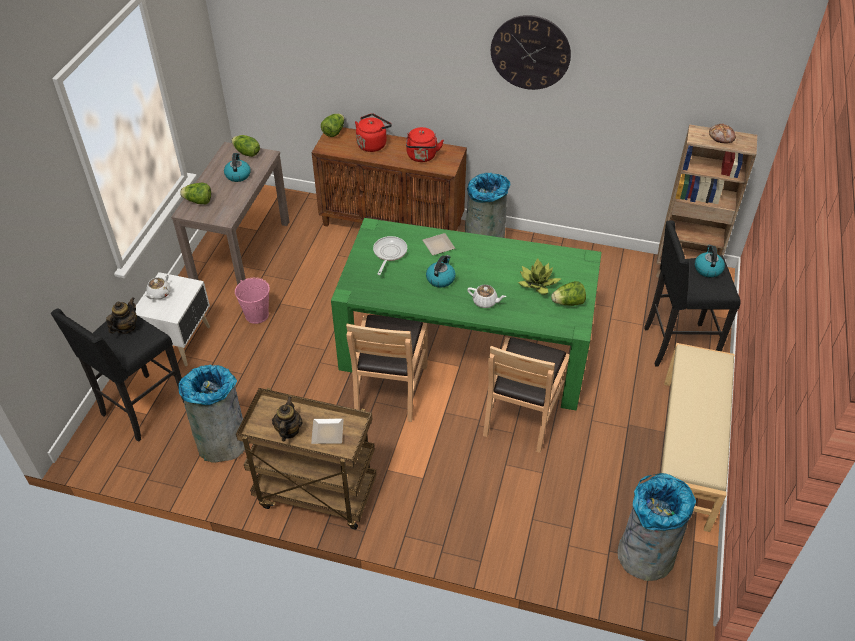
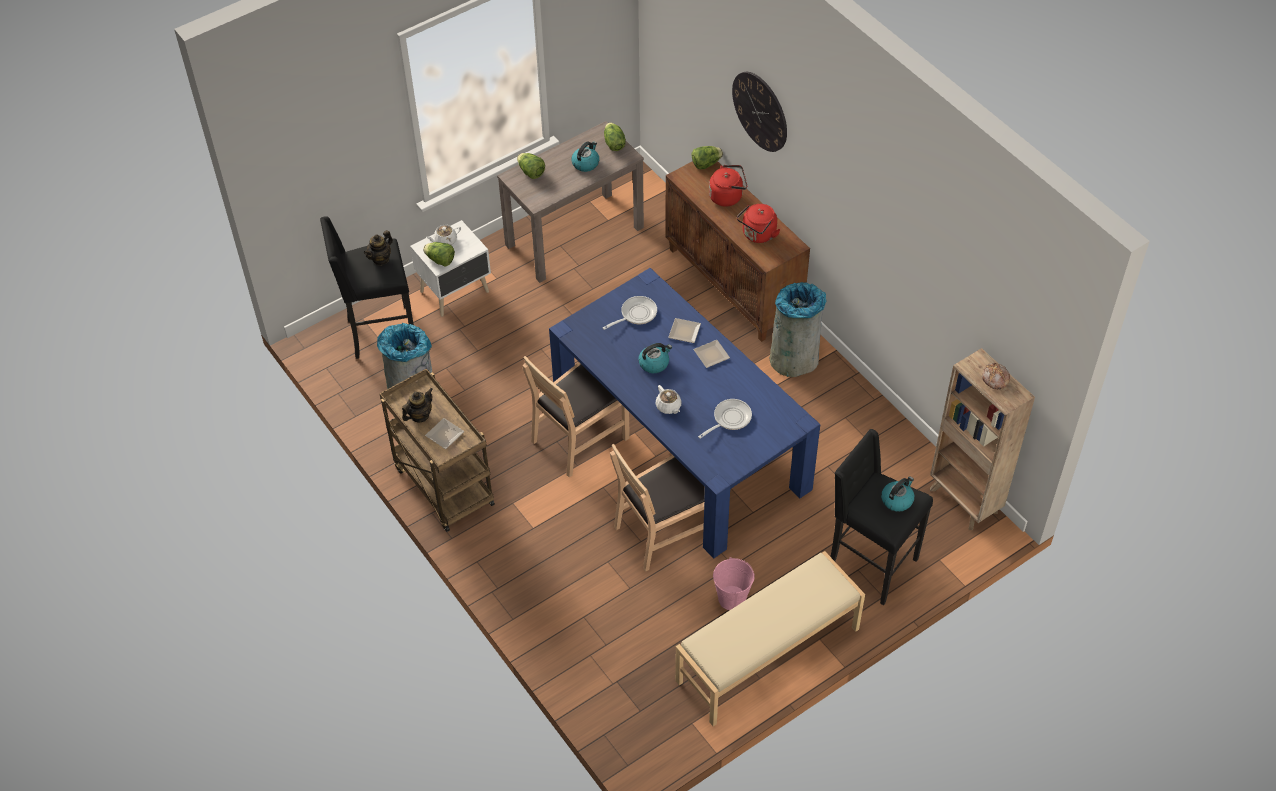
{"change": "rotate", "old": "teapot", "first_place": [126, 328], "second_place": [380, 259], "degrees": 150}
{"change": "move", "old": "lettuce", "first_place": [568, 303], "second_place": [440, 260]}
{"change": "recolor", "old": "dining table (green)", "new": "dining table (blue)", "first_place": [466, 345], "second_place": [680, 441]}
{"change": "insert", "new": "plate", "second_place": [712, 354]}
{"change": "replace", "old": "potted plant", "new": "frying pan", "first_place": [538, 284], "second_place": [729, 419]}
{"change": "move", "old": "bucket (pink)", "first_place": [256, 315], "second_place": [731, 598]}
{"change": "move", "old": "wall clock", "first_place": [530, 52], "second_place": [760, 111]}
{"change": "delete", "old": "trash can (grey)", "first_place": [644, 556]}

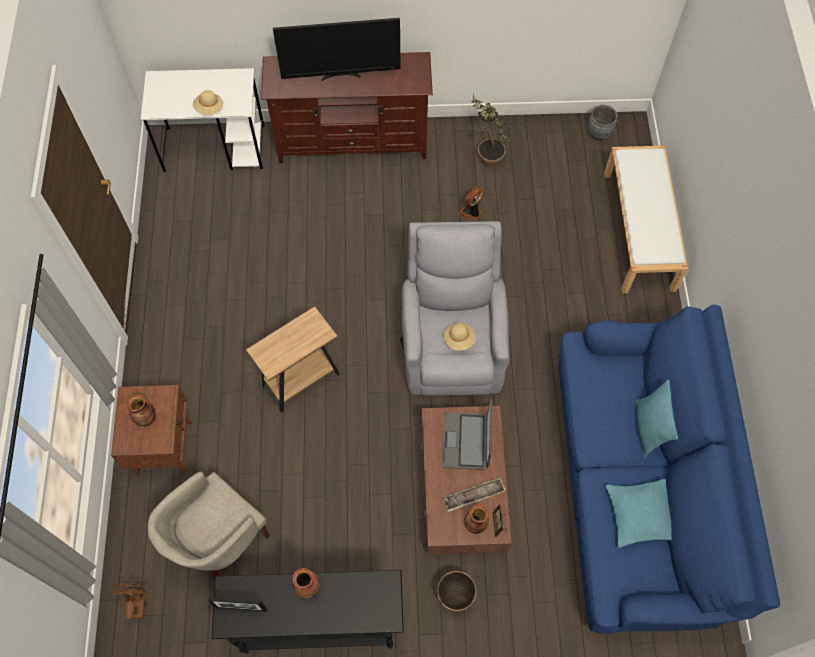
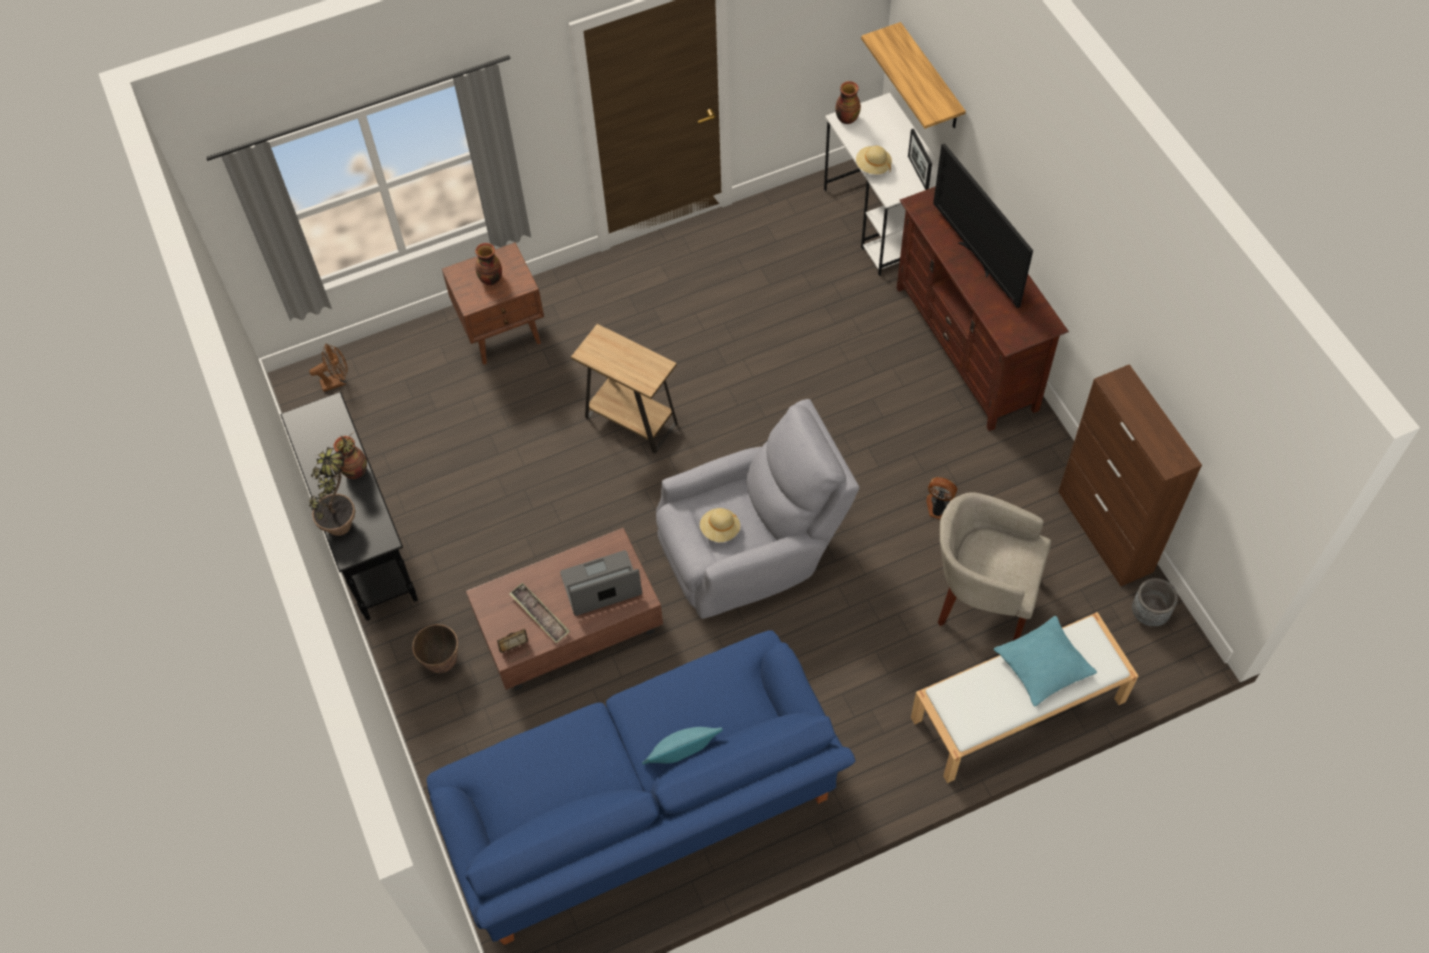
{"change": "move", "old": "potted plant", "first_place": [486, 156], "second_place": [345, 518]}
{"change": "move", "old": "vase", "first_place": [475, 524], "second_place": [846, 118]}
{"change": "insert", "new": "shelf", "second_place": [931, 78]}
{"change": "move", "old": "picture frame", "first_place": [241, 608], "second_place": [918, 173]}
{"change": "move", "old": "armchair (beige)", "first_place": [219, 542], "second_place": [982, 596]}
{"change": "move", "old": "pillow (turquoise)", "first_place": [639, 515], "second_place": [1043, 665]}
{"change": "insert", "new": "cabinet (brown)", "second_place": [1105, 532]}

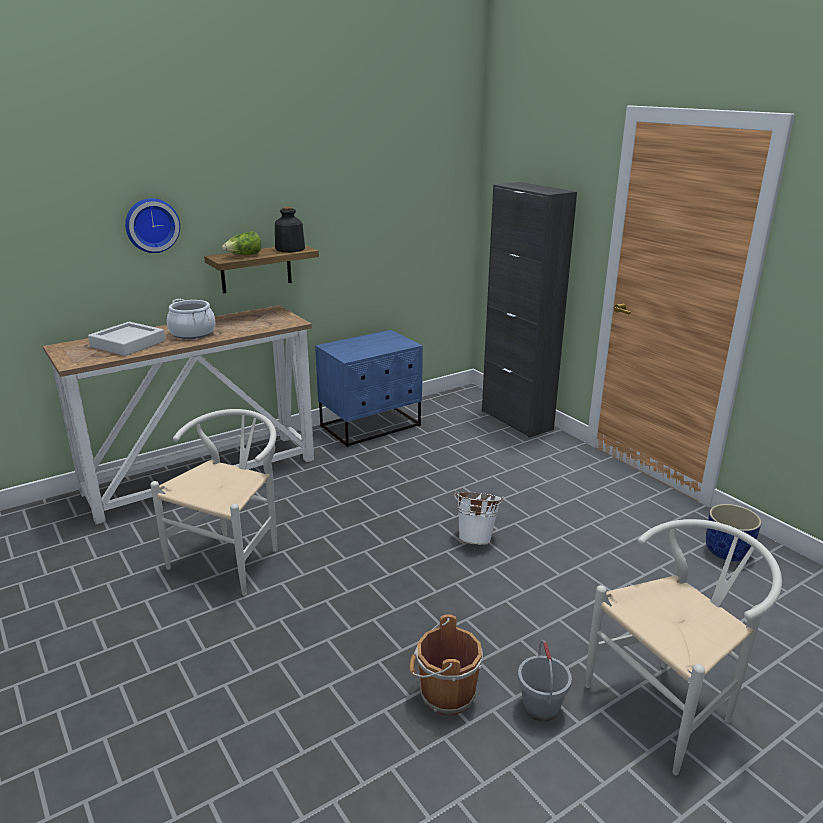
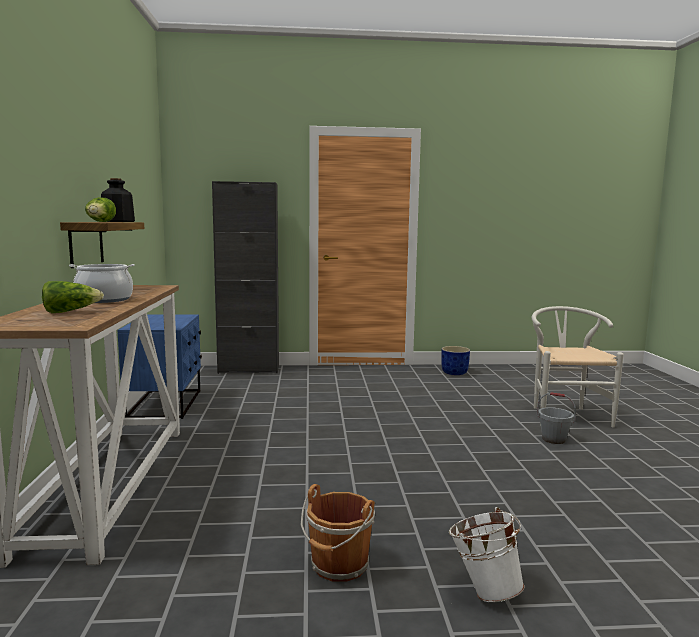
{"change": "replace", "old": "tray (grey)", "new": "lettuce", "first_place": [128, 344], "second_place": [70, 311]}
{"change": "move", "old": "bucket (brown)", "first_place": [444, 694], "second_place": [338, 566]}
{"change": "move", "old": "bucket (white)", "first_place": [476, 538], "second_place": [483, 590]}
{"change": "delete", "old": "wall clock", "first_place": [151, 225]}
{"change": "delete", "old": "chair (white)", "first_place": [233, 557]}

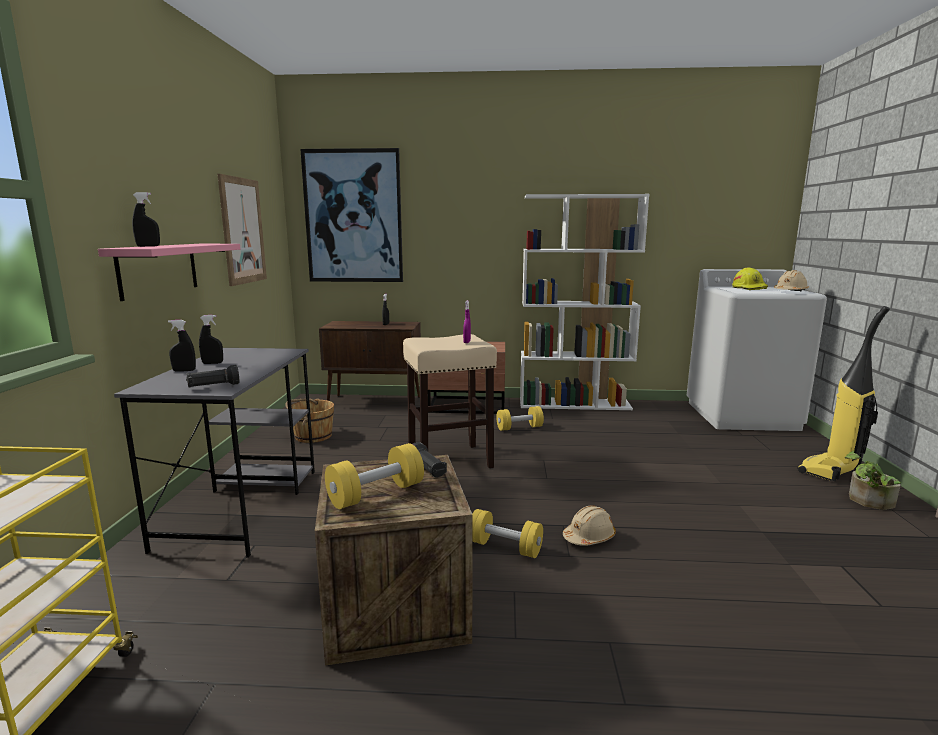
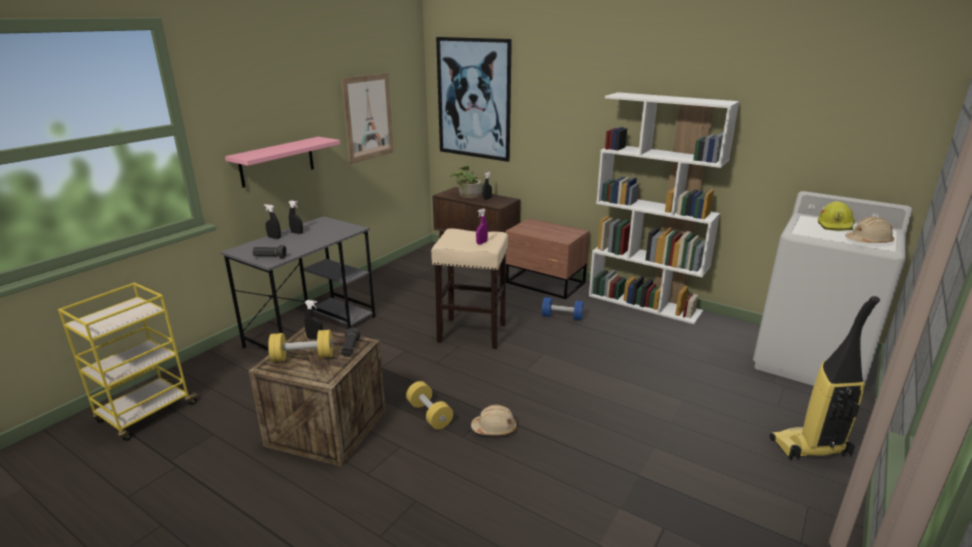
{"change": "move", "old": "spray bottle (black)", "first_place": [148, 246], "second_place": [315, 338]}
{"change": "move", "old": "potted plant", "first_place": [867, 501], "second_place": [466, 194]}
{"change": "recolor", "old": "dumbbell (yellow)", "new": "dumbbell (blue)", "first_place": [519, 428], "second_place": [562, 316]}
{"change": "delete", "old": "bucket (brown)", "first_place": [312, 436]}

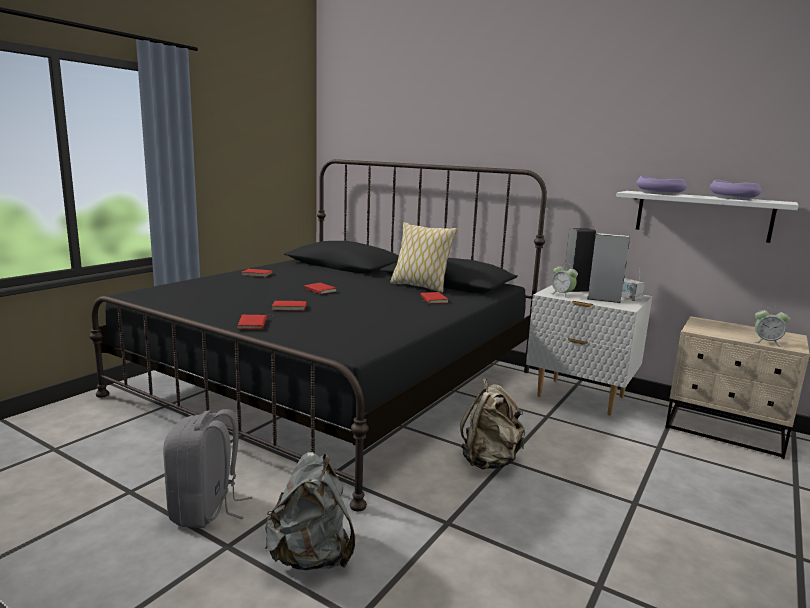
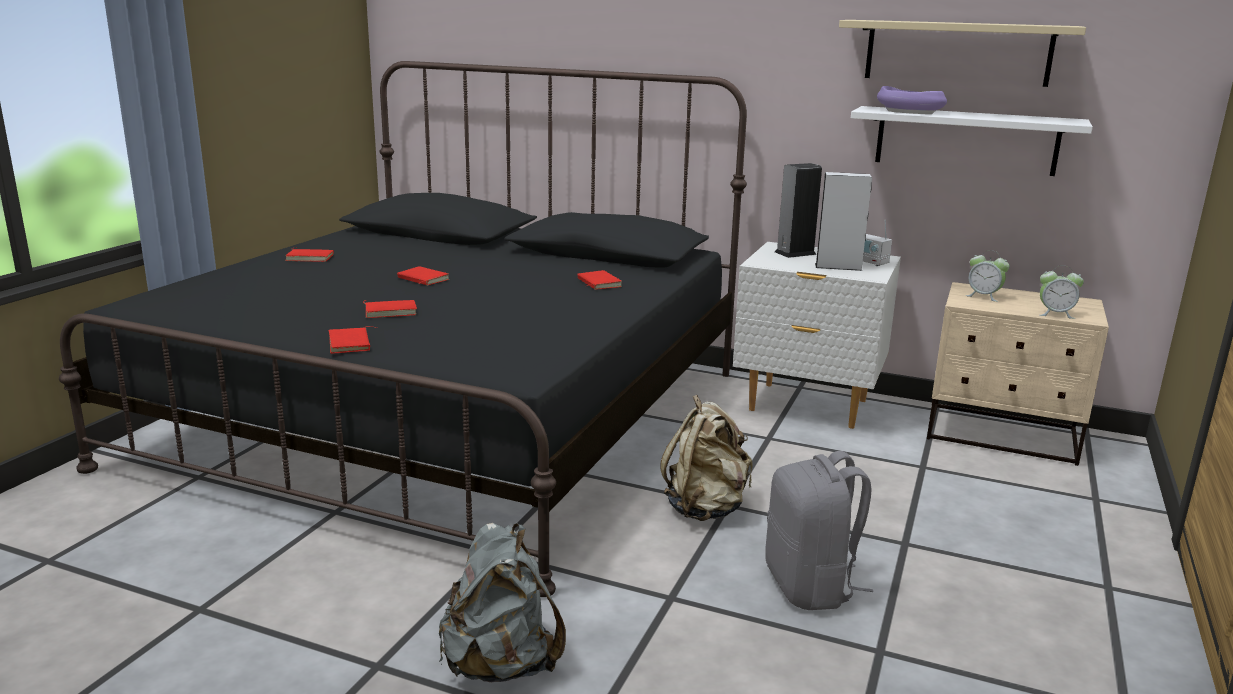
{"change": "move", "old": "backpack (grey)", "first_place": [206, 509], "second_place": [810, 587]}
{"change": "insert", "new": "shelf (beige)", "second_place": [957, 52]}
{"change": "move", "old": "alarm clock", "first_place": [562, 294], "second_place": [983, 296]}
{"change": "delete", "old": "pillow", "first_place": [420, 286]}
{"change": "delete", "old": "bowl (purple)", "first_place": [732, 198]}

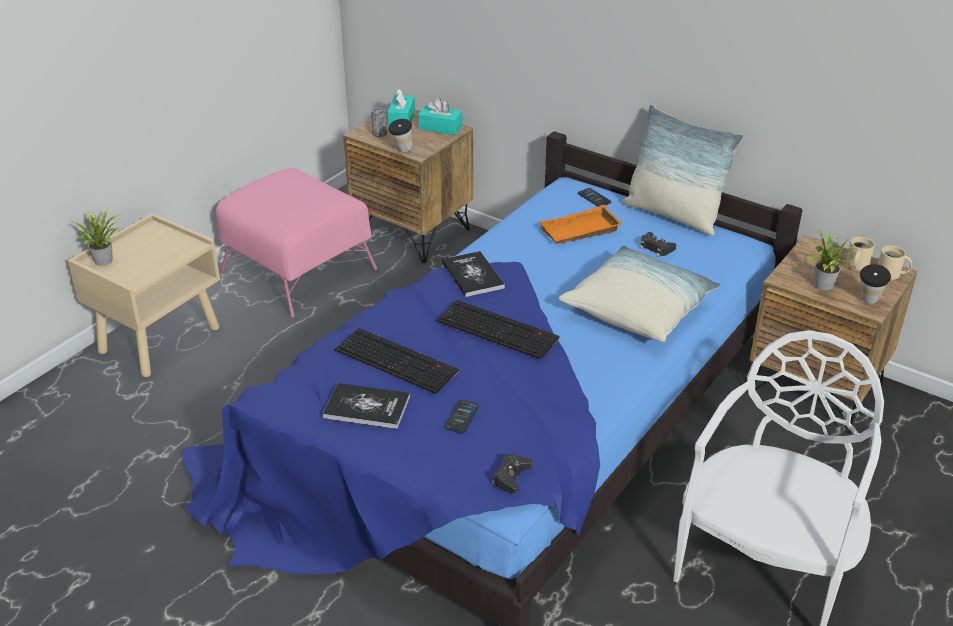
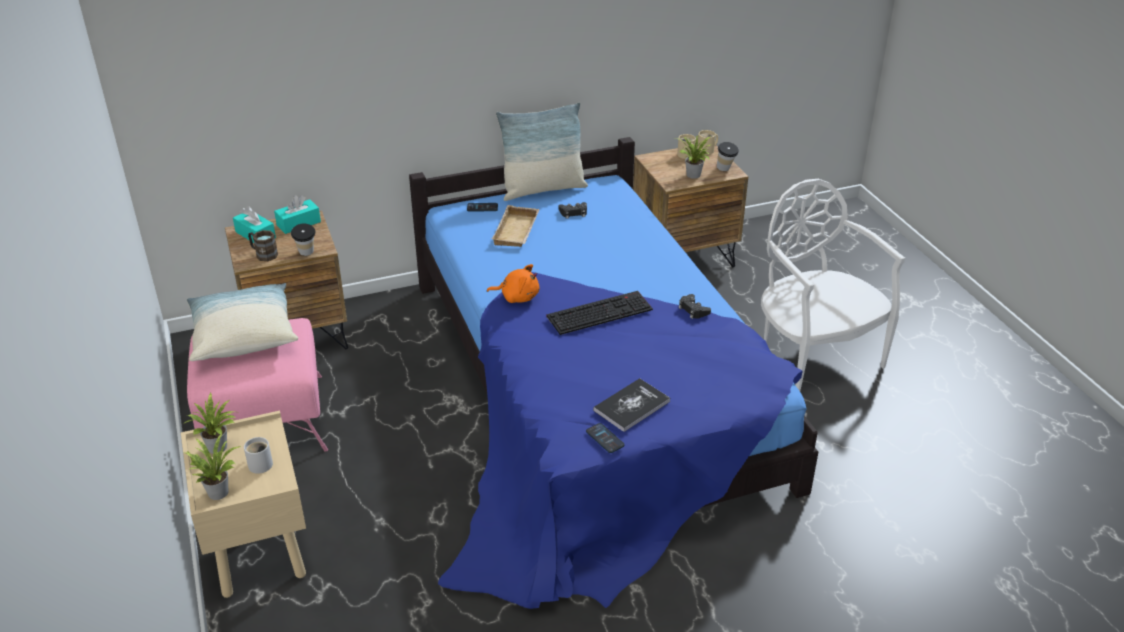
{"change": "insert", "new": "potted plant", "second_place": [219, 448]}
{"change": "move", "old": "pillow", "first_place": [638, 309], "second_place": [243, 335]}
{"change": "insert", "new": "mug (white)", "second_place": [261, 463]}
{"change": "replace", "old": "can", "new": "mug (brown)", "first_place": [380, 134], "second_place": [263, 254]}
{"change": "replace", "old": "book", "new": "plush toy (orange)", "first_place": [472, 275], "second_place": [517, 297]}
{"change": "recolor", "old": "tray (orange)", "new": "tray (beige)", "first_place": [580, 232], "second_place": [517, 232]}
{"change": "move", "old": "phone", "first_place": [461, 417], "second_place": [605, 438]}
{"change": "move", "old": "game controller (black)", "first_place": [511, 477], "second_place": [693, 310]}
{"change": "delete", "old": "keyboard", "first_place": [398, 360]}

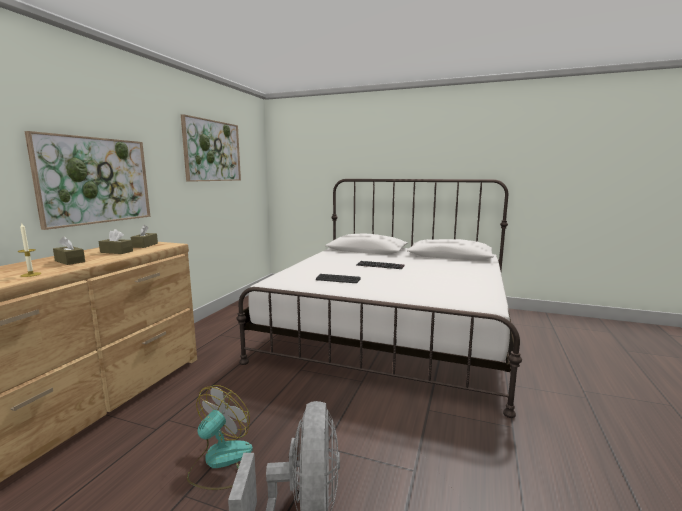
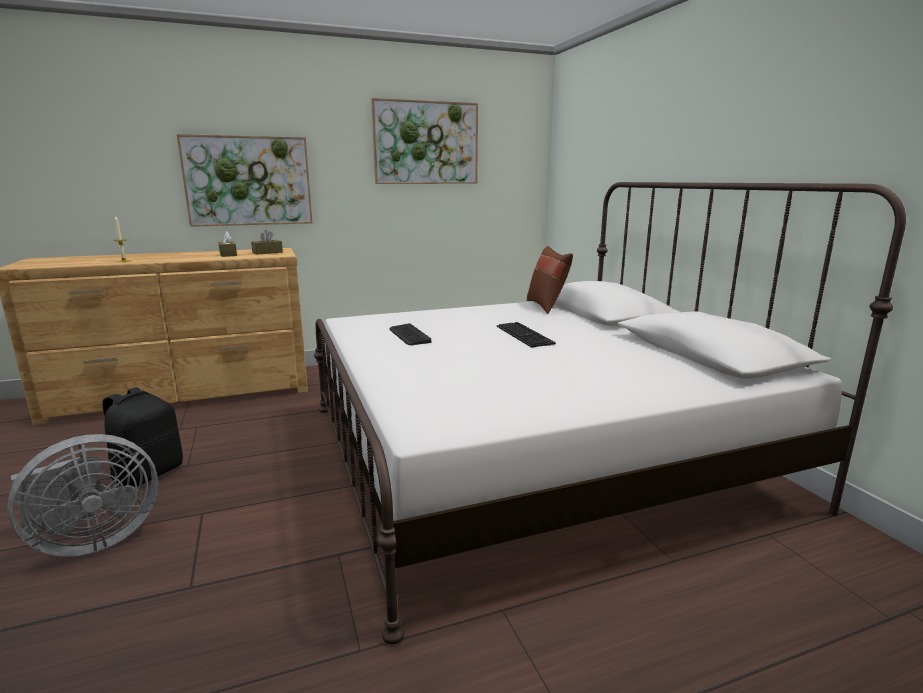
{"change": "replace", "old": "fan", "new": "backpack (black)", "first_place": [220, 462], "second_place": [148, 473]}
{"change": "insert", "new": "pillow (brown)", "second_place": [547, 306]}
{"change": "delete", "old": "tissue box (brown)", "first_place": [70, 261]}

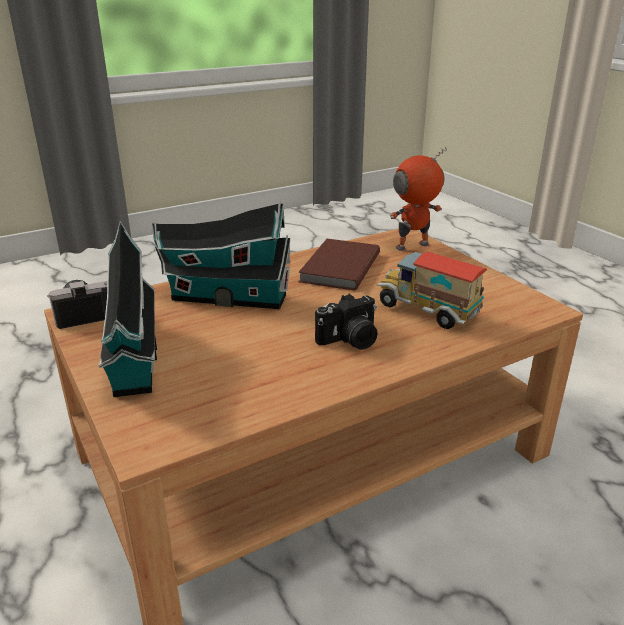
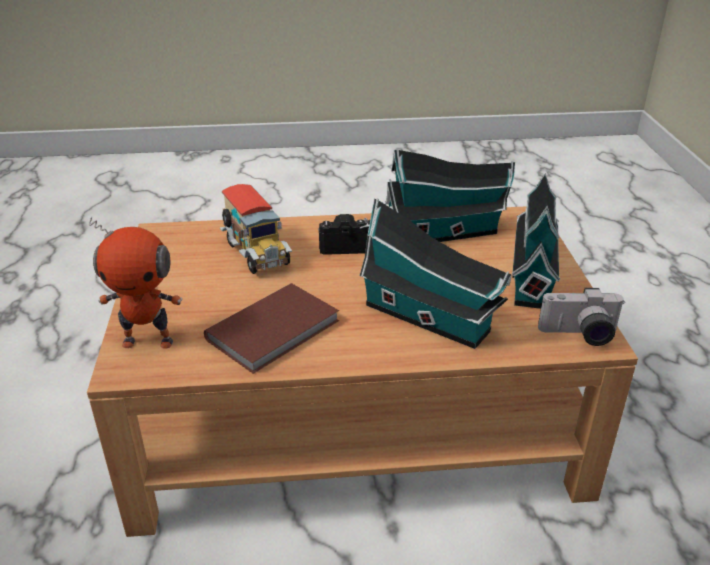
{"change": "insert", "new": "toy house", "second_place": [447, 233]}

